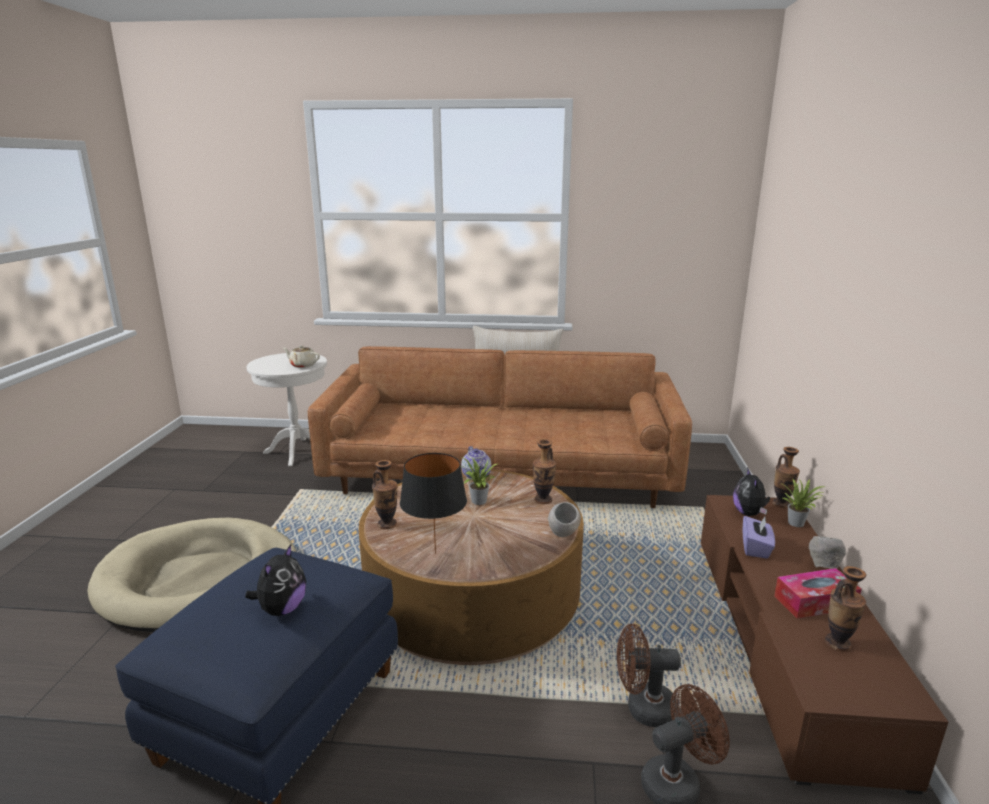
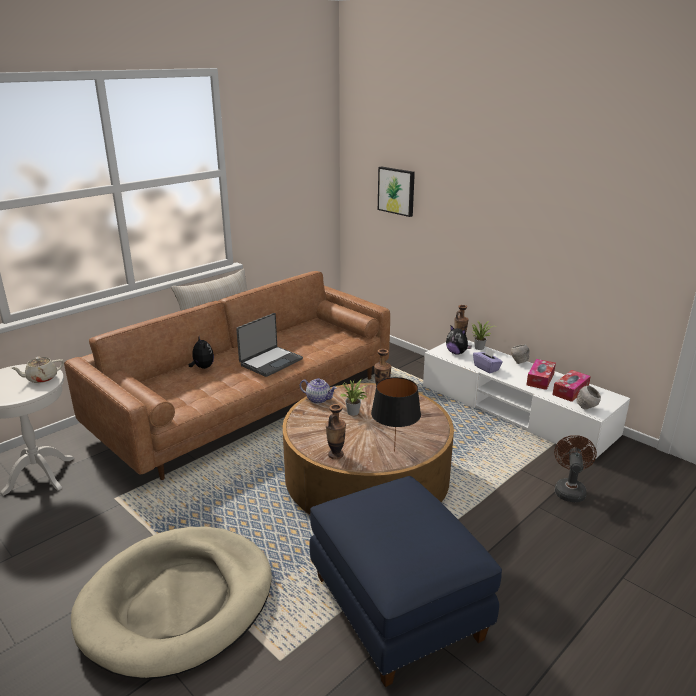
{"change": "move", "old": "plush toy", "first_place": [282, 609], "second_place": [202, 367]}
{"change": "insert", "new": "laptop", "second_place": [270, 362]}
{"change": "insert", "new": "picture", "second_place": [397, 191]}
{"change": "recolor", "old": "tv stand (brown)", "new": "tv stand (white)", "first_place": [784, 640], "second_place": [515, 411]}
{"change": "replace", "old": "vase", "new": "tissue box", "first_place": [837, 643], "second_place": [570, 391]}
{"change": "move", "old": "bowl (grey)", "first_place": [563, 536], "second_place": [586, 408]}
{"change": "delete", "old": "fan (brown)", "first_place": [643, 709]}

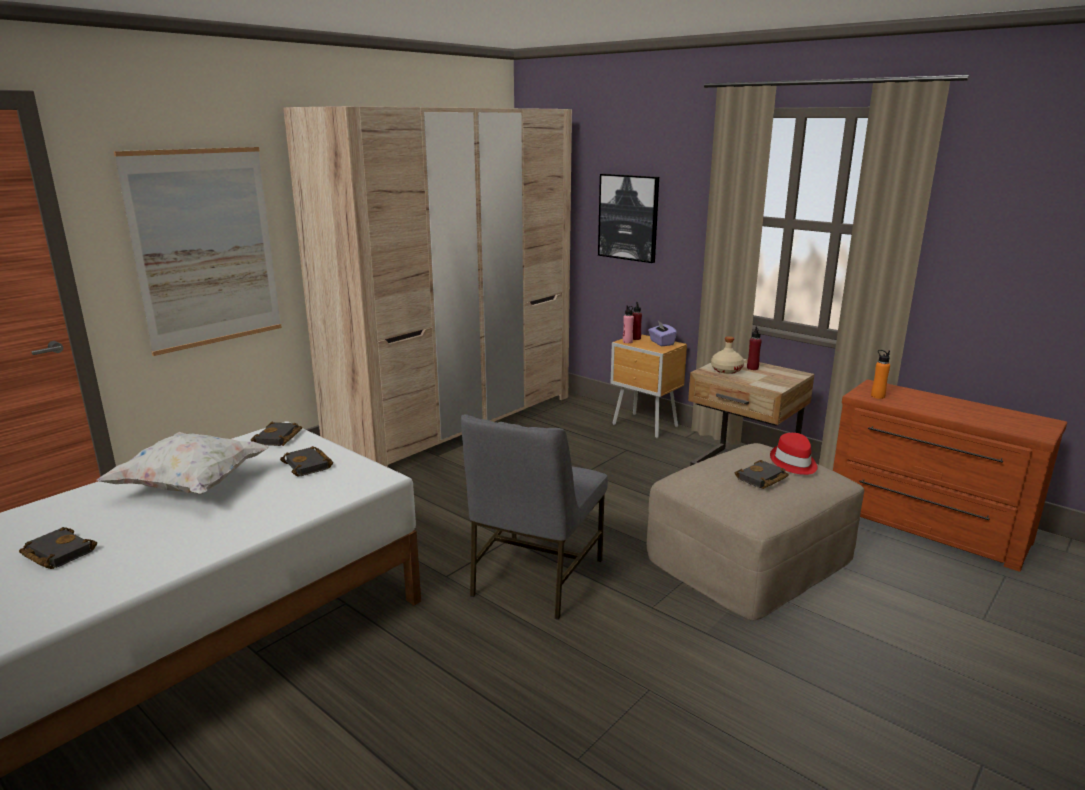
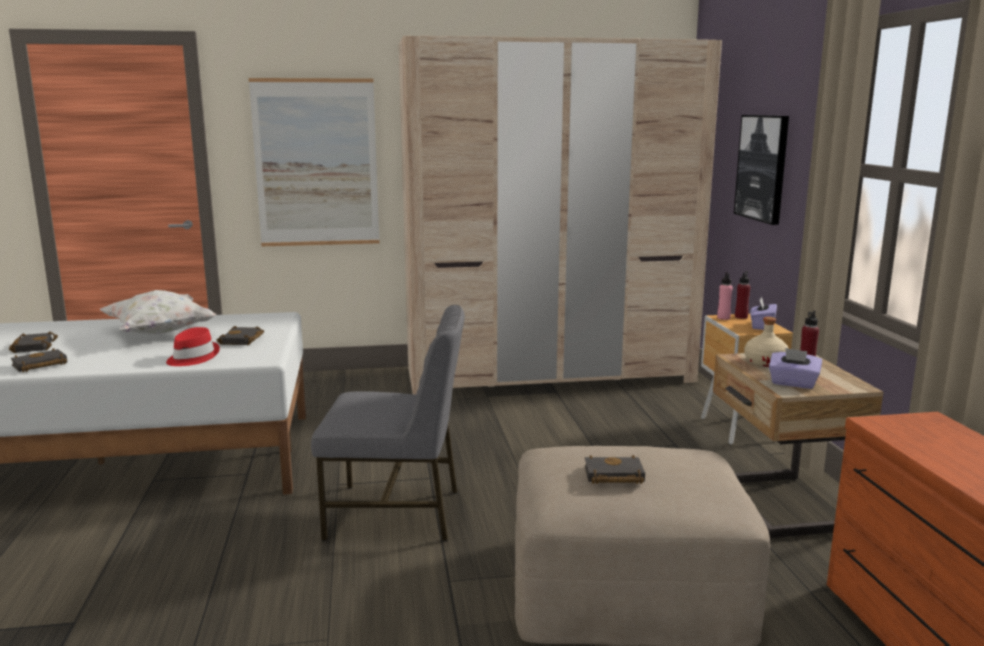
{"change": "move", "old": "book (black)", "first_place": [278, 438], "second_place": [39, 365]}
{"change": "move", "old": "hat (red)", "first_place": [793, 463], "second_place": [192, 357]}
{"change": "rotate", "old": "chair (grey)", "first_place": [534, 578], "second_place": [396, 514], "degrees": -150}
{"change": "insert", "new": "tissue box (purple)", "second_place": [793, 383]}
{"change": "delete", "old": "bottle (orange)", "first_place": [877, 396]}

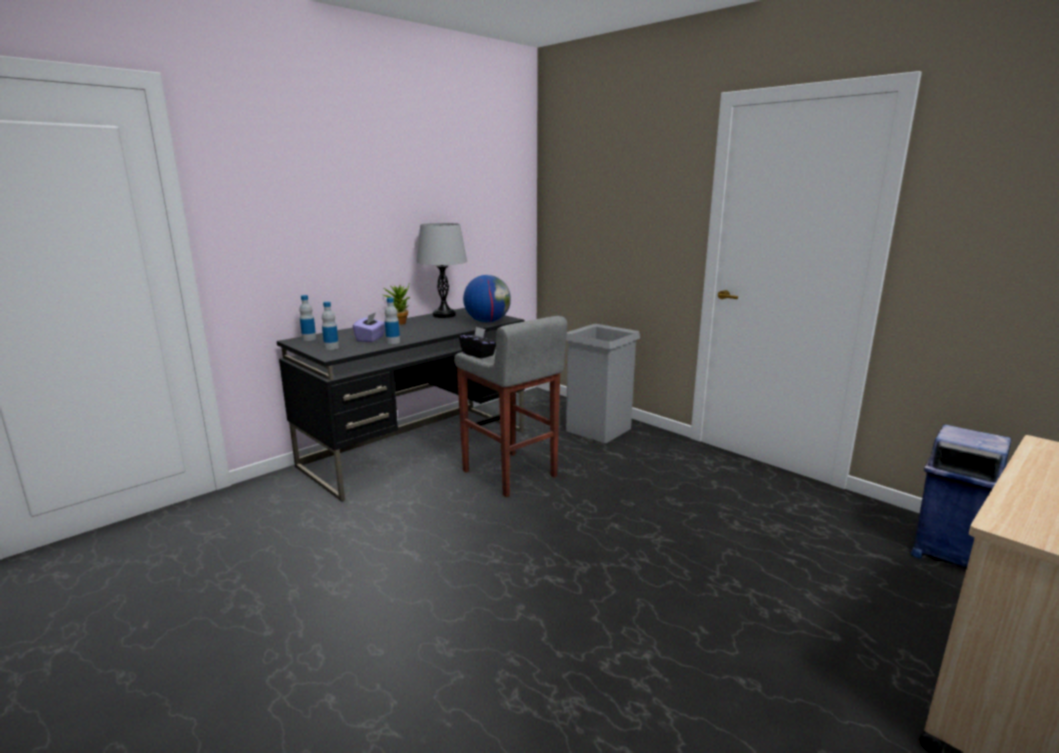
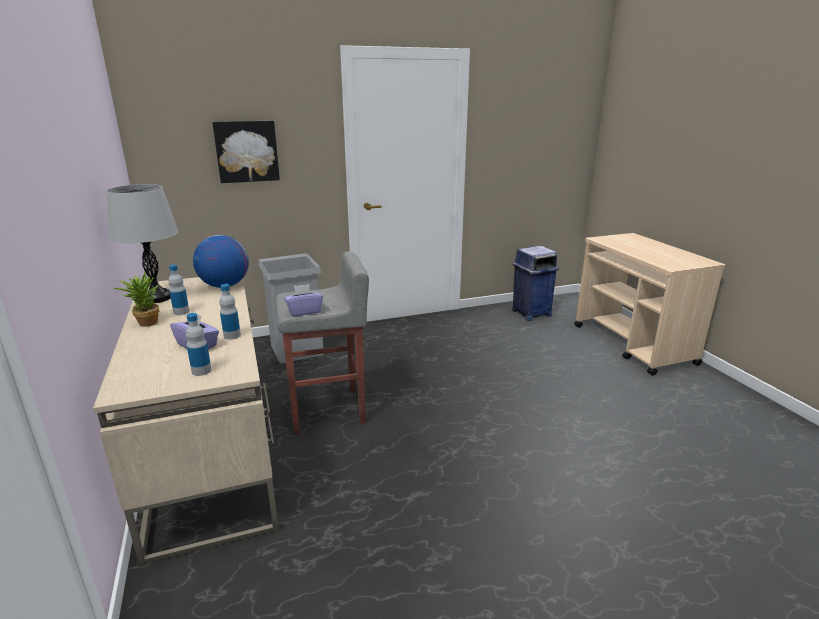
{"change": "recolor", "old": "desk (black)", "new": "desk (beige)", "first_place": [418, 448], "second_place": [211, 452]}
{"change": "move", "old": "bottle", "first_place": [309, 339], "second_place": [181, 312]}
{"change": "insert", "new": "picture", "second_place": [246, 151]}
{"change": "recolor", "old": "tissue box (black)", "new": "tissue box (purple)", "first_place": [478, 354], "second_place": [304, 311]}

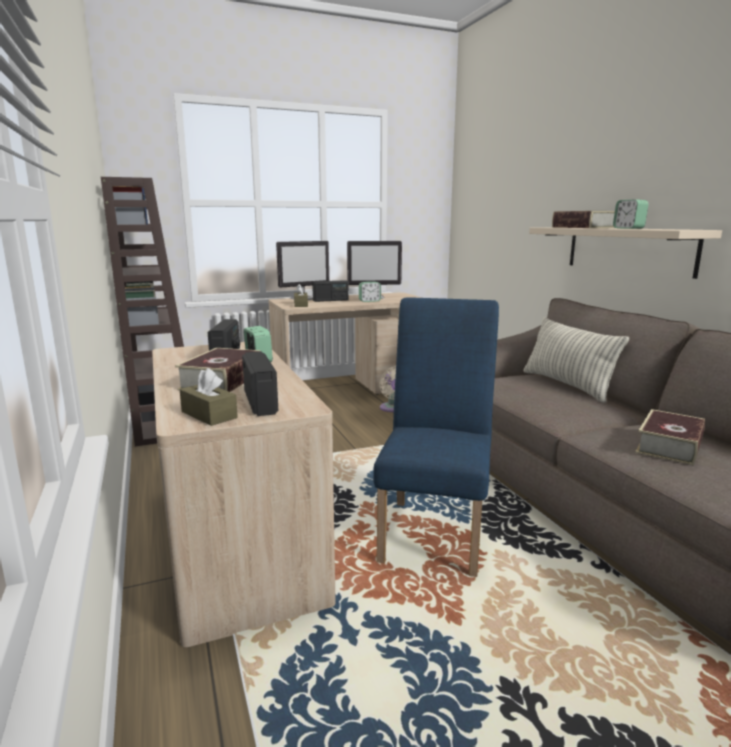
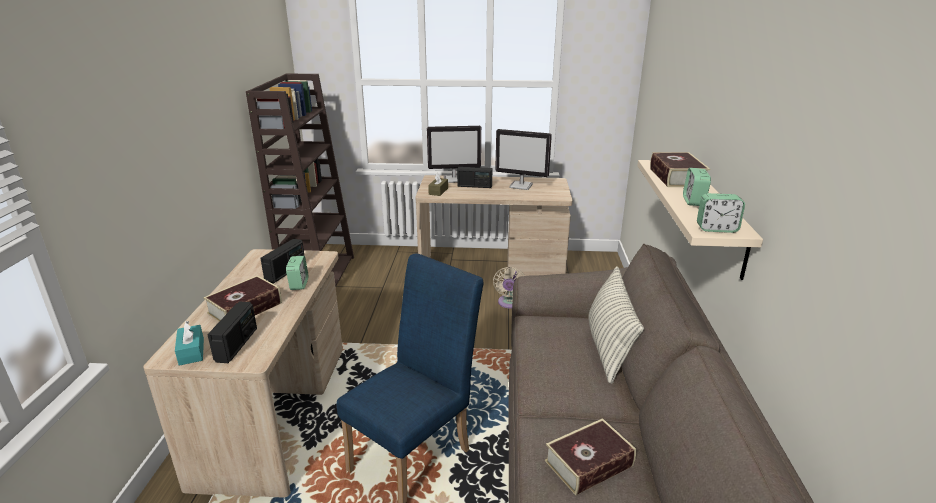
{"change": "recolor", "old": "tissue box (brown)", "new": "tissue box (turquoise)", "first_place": [209, 415], "second_place": [191, 351]}
{"change": "move", "old": "alarm clock", "first_place": [369, 301], "second_place": [716, 229]}

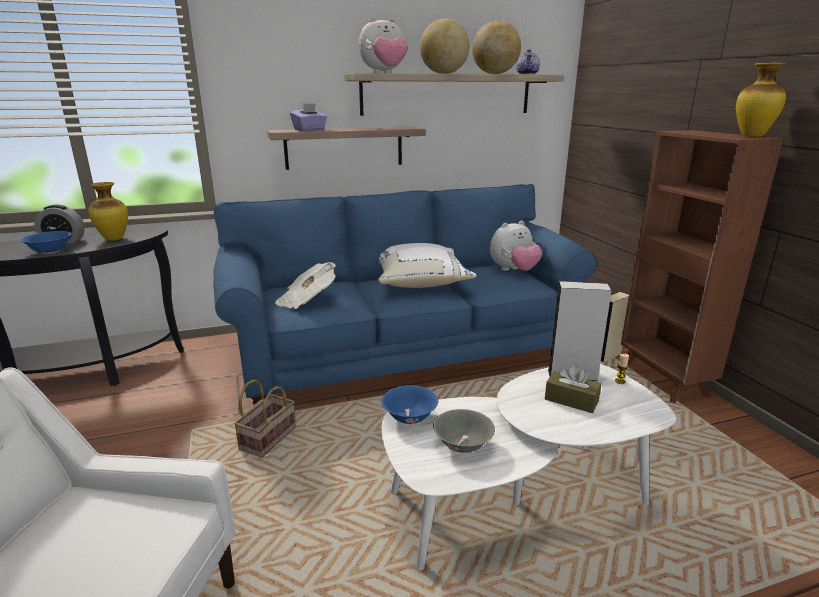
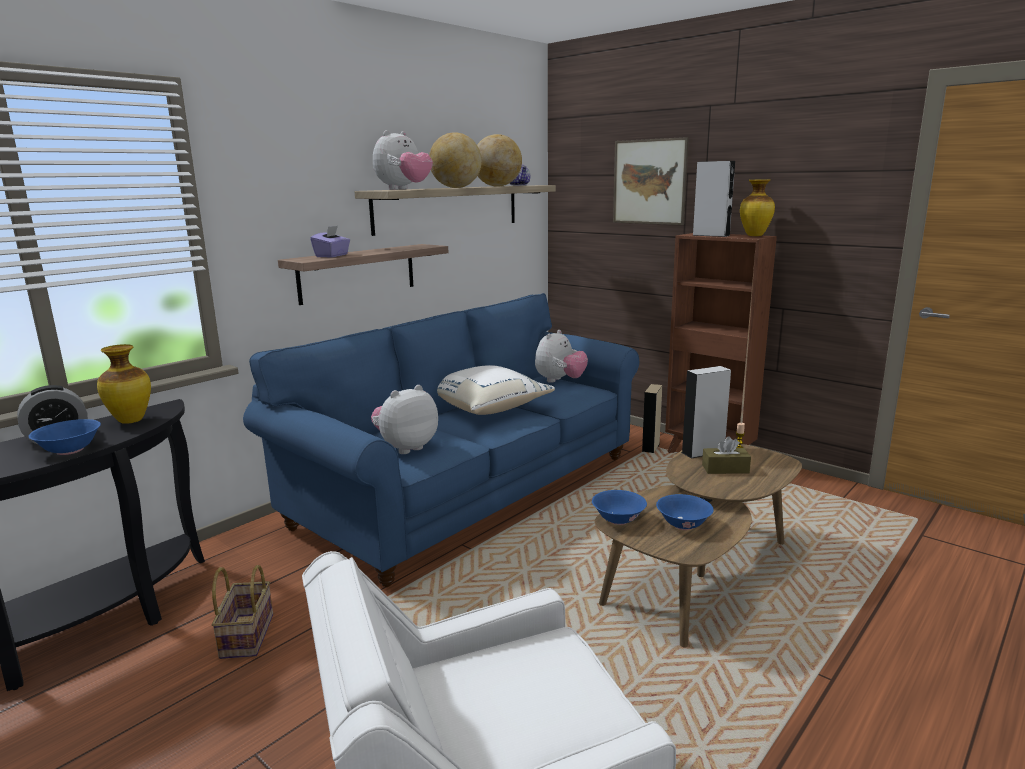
{"change": "move", "old": "basket", "first_place": [268, 437], "second_place": [246, 635]}
{"change": "replace", "old": "newspaper", "new": "plush toy", "first_place": [307, 301], "second_place": [405, 447]}
{"change": "recolor", "old": "coffee table (white)", "new": "coffee table (brown)", "first_place": [517, 500], "second_place": [699, 573]}
{"change": "insert", "new": "picture", "second_place": [649, 182]}
{"change": "recolor", "old": "bowl (grey)", "new": "bowl (blue)", "first_place": [463, 445], "second_place": [683, 524]}
{"change": "insert", "new": "speaker (grey)", "second_place": [711, 235]}

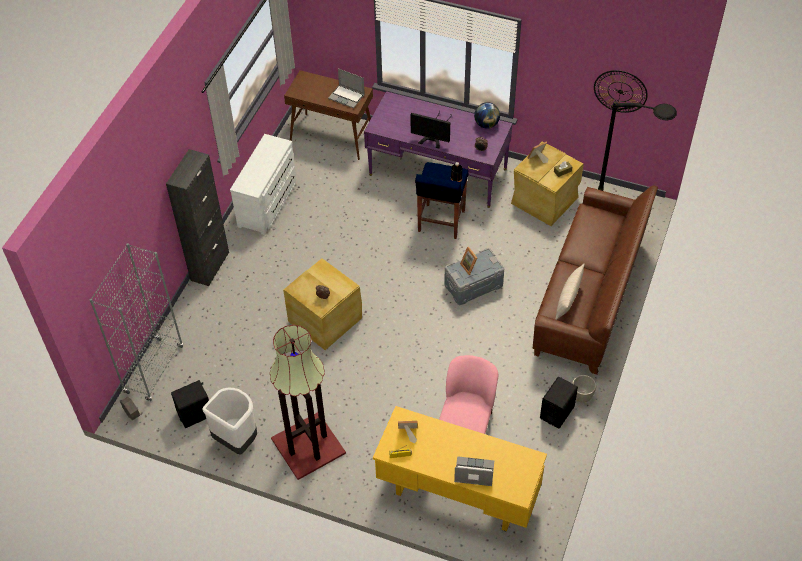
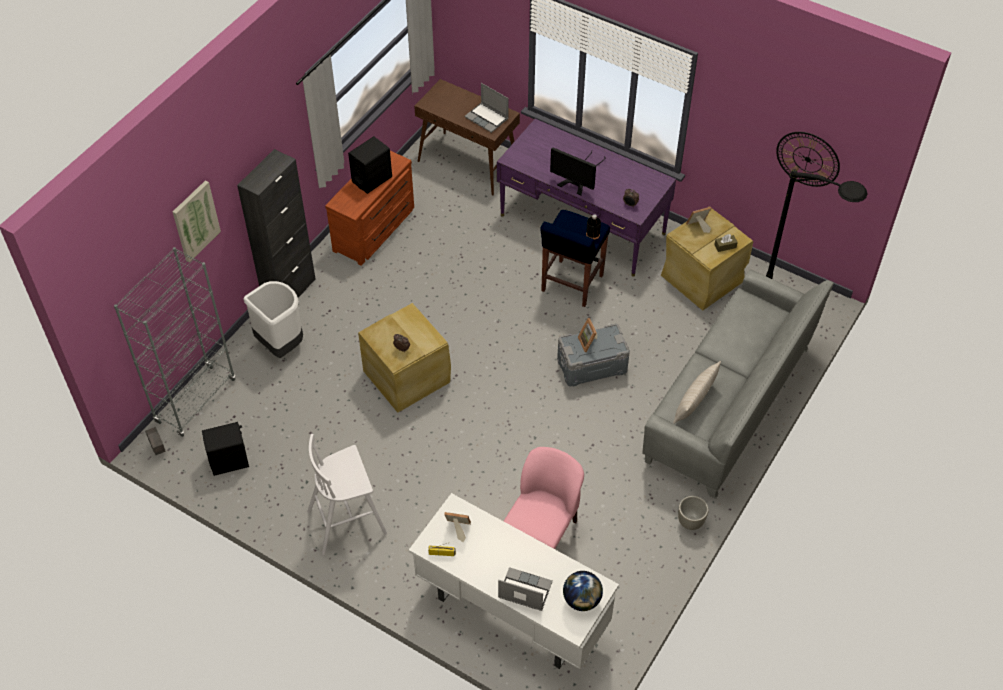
{"change": "insert", "new": "picture", "second_place": [195, 221]}
{"change": "move", "old": "trash can (white)", "first_place": [237, 440], "second_place": [281, 345]}
{"change": "replace", "old": "floor lamp", "new": "stool (white)", "first_place": [307, 446], "second_place": [348, 522]}
{"change": "recolor", "old": "dresser (white)", "new": "dresser (brown)", "first_place": [269, 203], "second_place": [376, 229]}
{"change": "move", "old": "speaker (black)", "first_place": [557, 412], "second_place": [372, 179]}
{"change": "recolor", "old": "desk (yellow)", "new": "desk (white)", "first_place": [457, 494], "second_place": [511, 613]}
{"change": "move", "old": "globe", "first_place": [486, 124], "second_place": [582, 600]}
{"change": "recolor", "old": "sofa (brown)", "new": "sofa (grey)", "first_place": [589, 297], "second_place": [728, 403]}

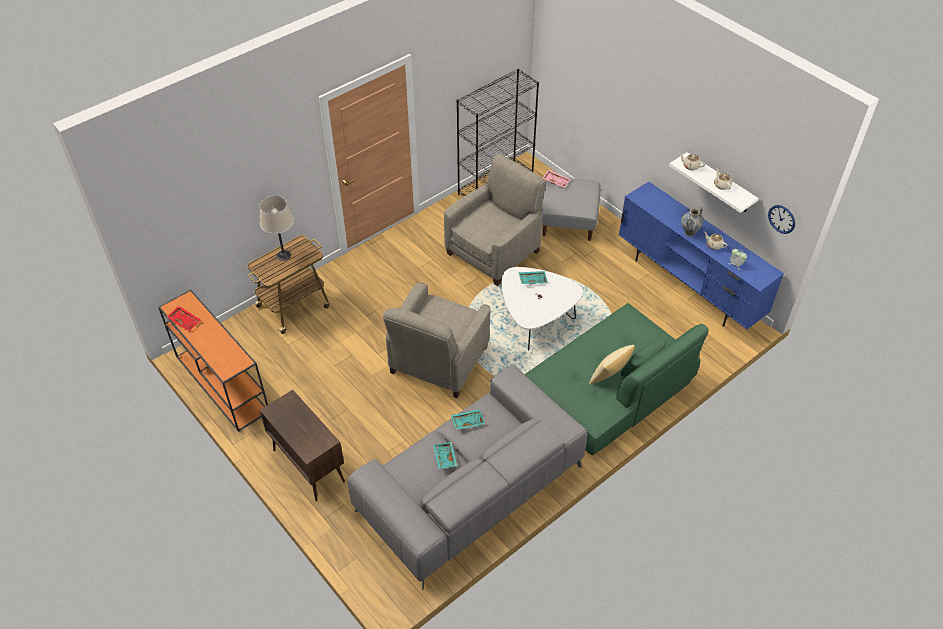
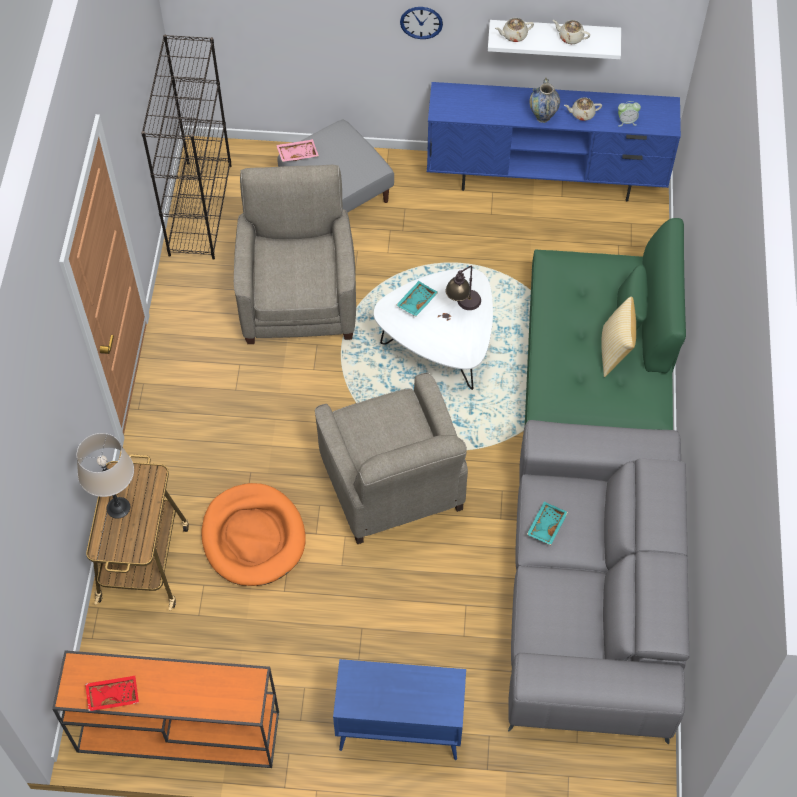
{"change": "insert", "new": "dog bed (orange)", "second_place": [253, 537]}
{"change": "recolor", "old": "cabinet (brown)", "new": "cabinet (blue)", "first_place": [308, 465], "second_place": [398, 730]}
{"change": "move", "old": "wall clock", "first_place": [781, 219], "second_place": [421, 22]}
{"change": "insert", "new": "table lamp", "second_place": [463, 306]}
{"change": "delete", "old": "tray (turquoise)", "first_place": [444, 458]}

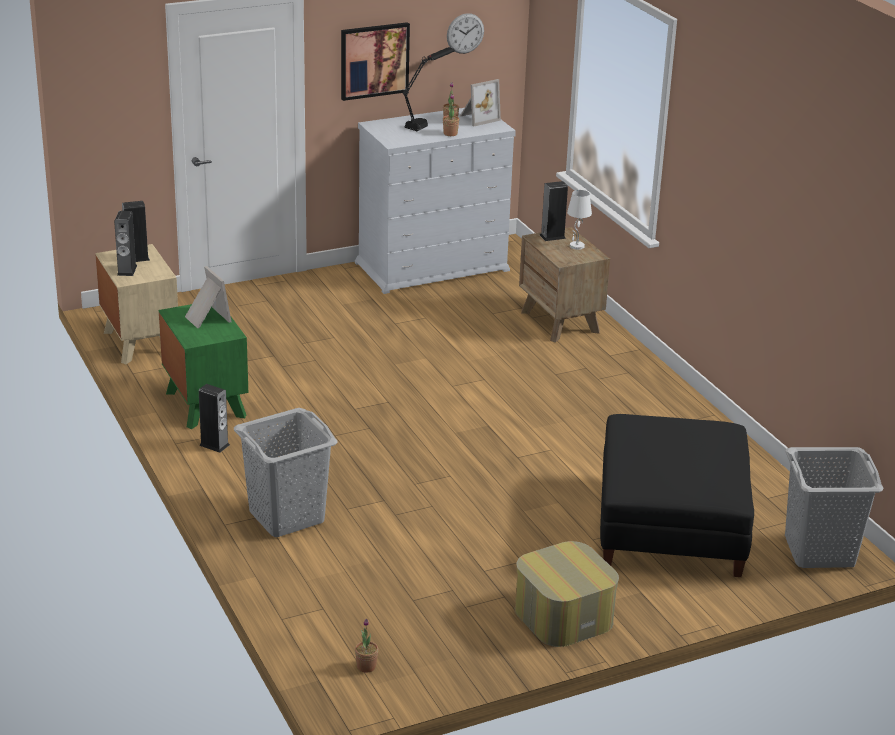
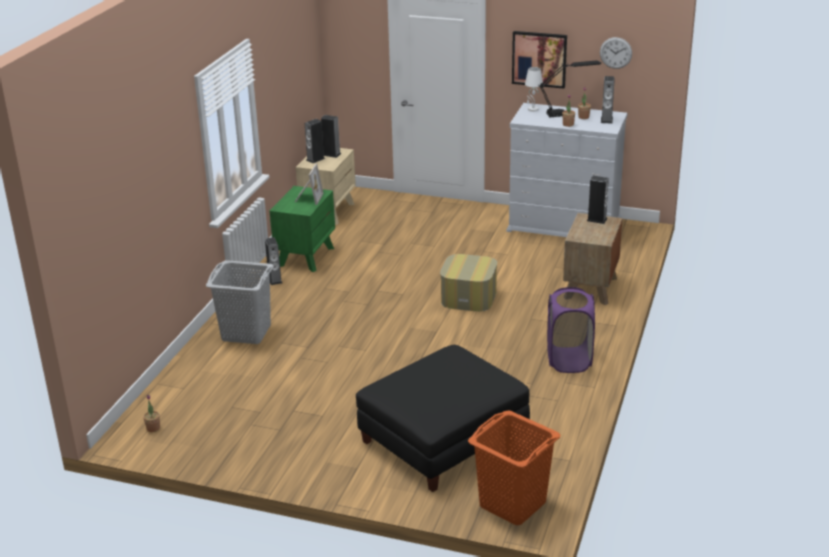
{"change": "move", "old": "ottoman", "first_place": [563, 615], "second_place": [469, 297]}
{"change": "recolor", "old": "laundry basket (grey)", "new": "laundry basket (orange)", "first_place": [820, 551], "second_place": [512, 504]}
{"change": "move", "old": "table lamp (white)", "first_place": [577, 246], "second_place": [533, 109]}
{"change": "insert", "new": "laundry basket (purple)", "second_place": [569, 360]}
{"change": "replace", "old": "picture frame", "new": "speaker", "first_place": [478, 118], "second_place": [606, 120]}

